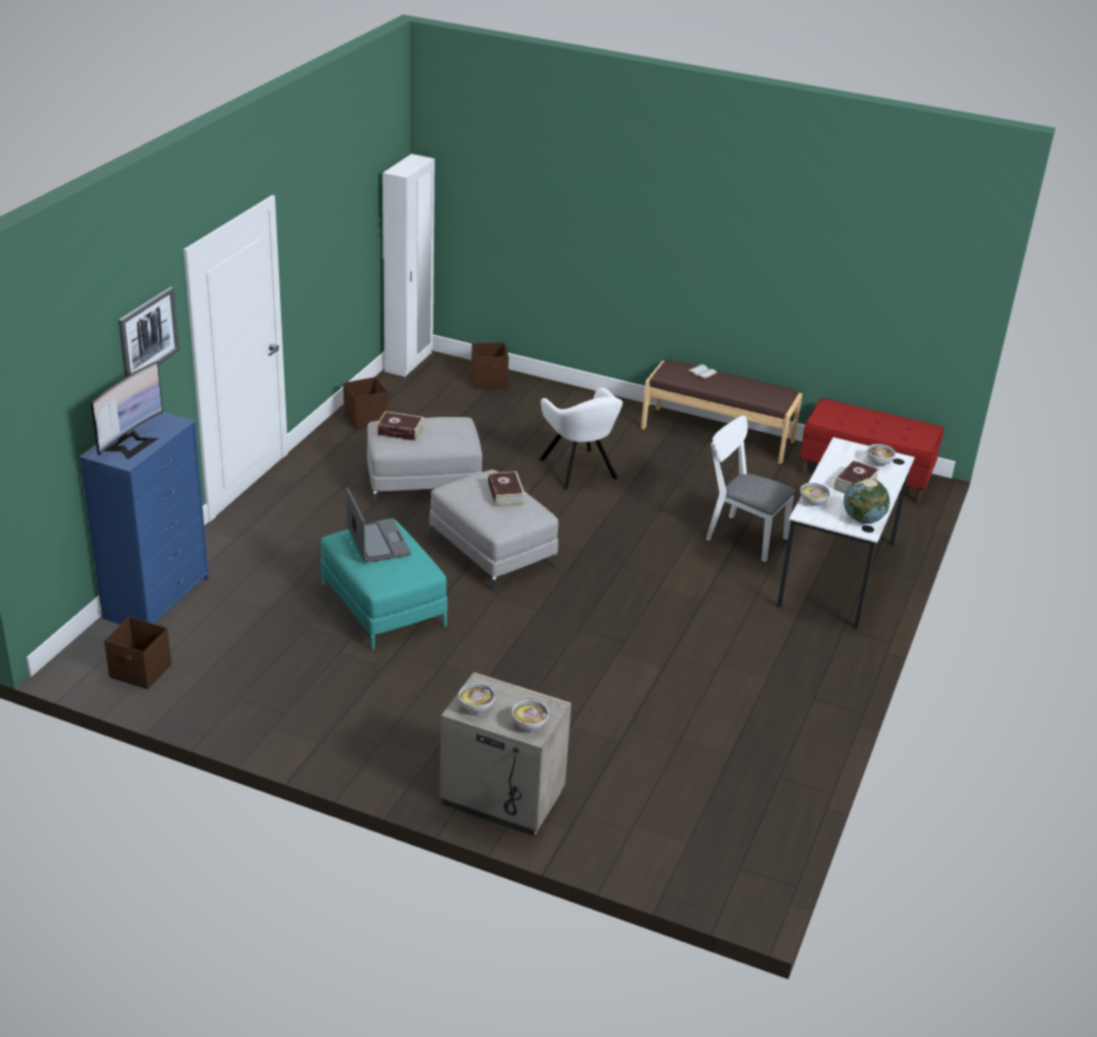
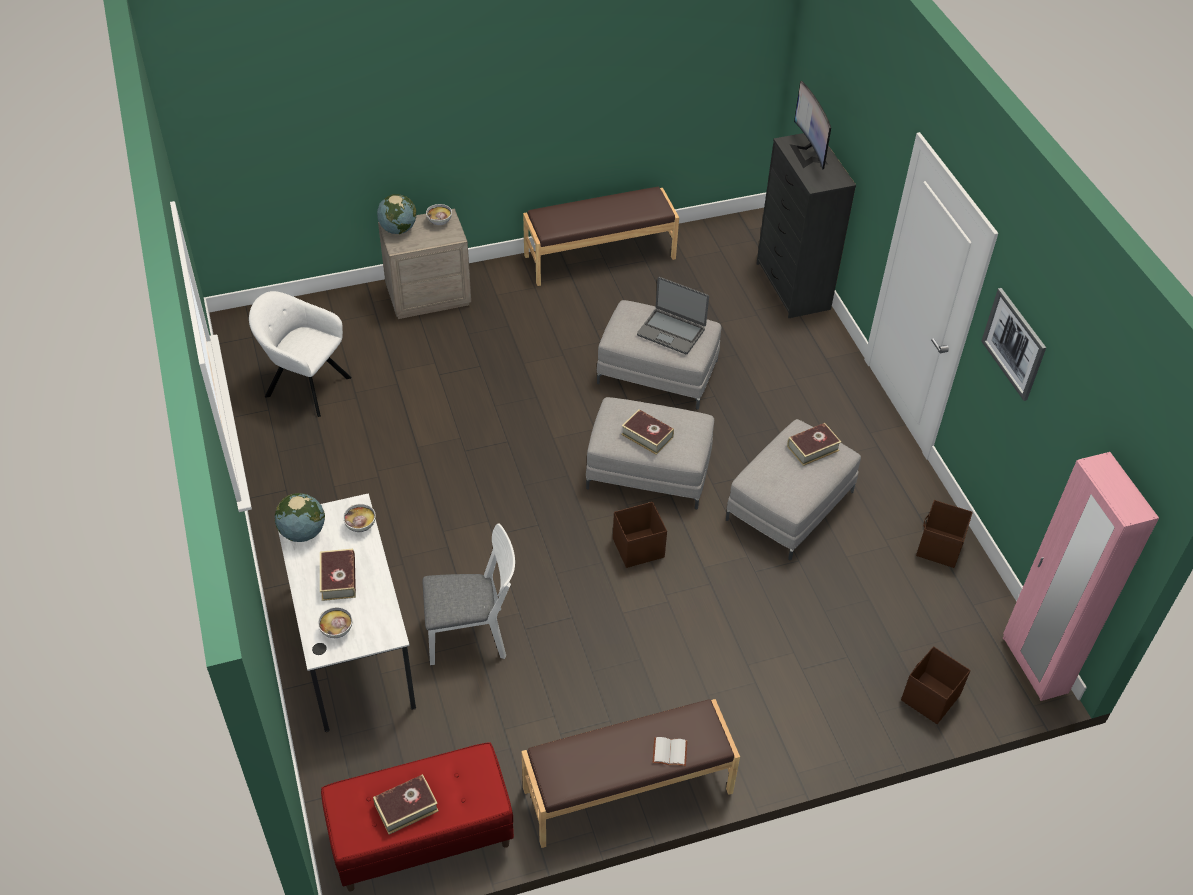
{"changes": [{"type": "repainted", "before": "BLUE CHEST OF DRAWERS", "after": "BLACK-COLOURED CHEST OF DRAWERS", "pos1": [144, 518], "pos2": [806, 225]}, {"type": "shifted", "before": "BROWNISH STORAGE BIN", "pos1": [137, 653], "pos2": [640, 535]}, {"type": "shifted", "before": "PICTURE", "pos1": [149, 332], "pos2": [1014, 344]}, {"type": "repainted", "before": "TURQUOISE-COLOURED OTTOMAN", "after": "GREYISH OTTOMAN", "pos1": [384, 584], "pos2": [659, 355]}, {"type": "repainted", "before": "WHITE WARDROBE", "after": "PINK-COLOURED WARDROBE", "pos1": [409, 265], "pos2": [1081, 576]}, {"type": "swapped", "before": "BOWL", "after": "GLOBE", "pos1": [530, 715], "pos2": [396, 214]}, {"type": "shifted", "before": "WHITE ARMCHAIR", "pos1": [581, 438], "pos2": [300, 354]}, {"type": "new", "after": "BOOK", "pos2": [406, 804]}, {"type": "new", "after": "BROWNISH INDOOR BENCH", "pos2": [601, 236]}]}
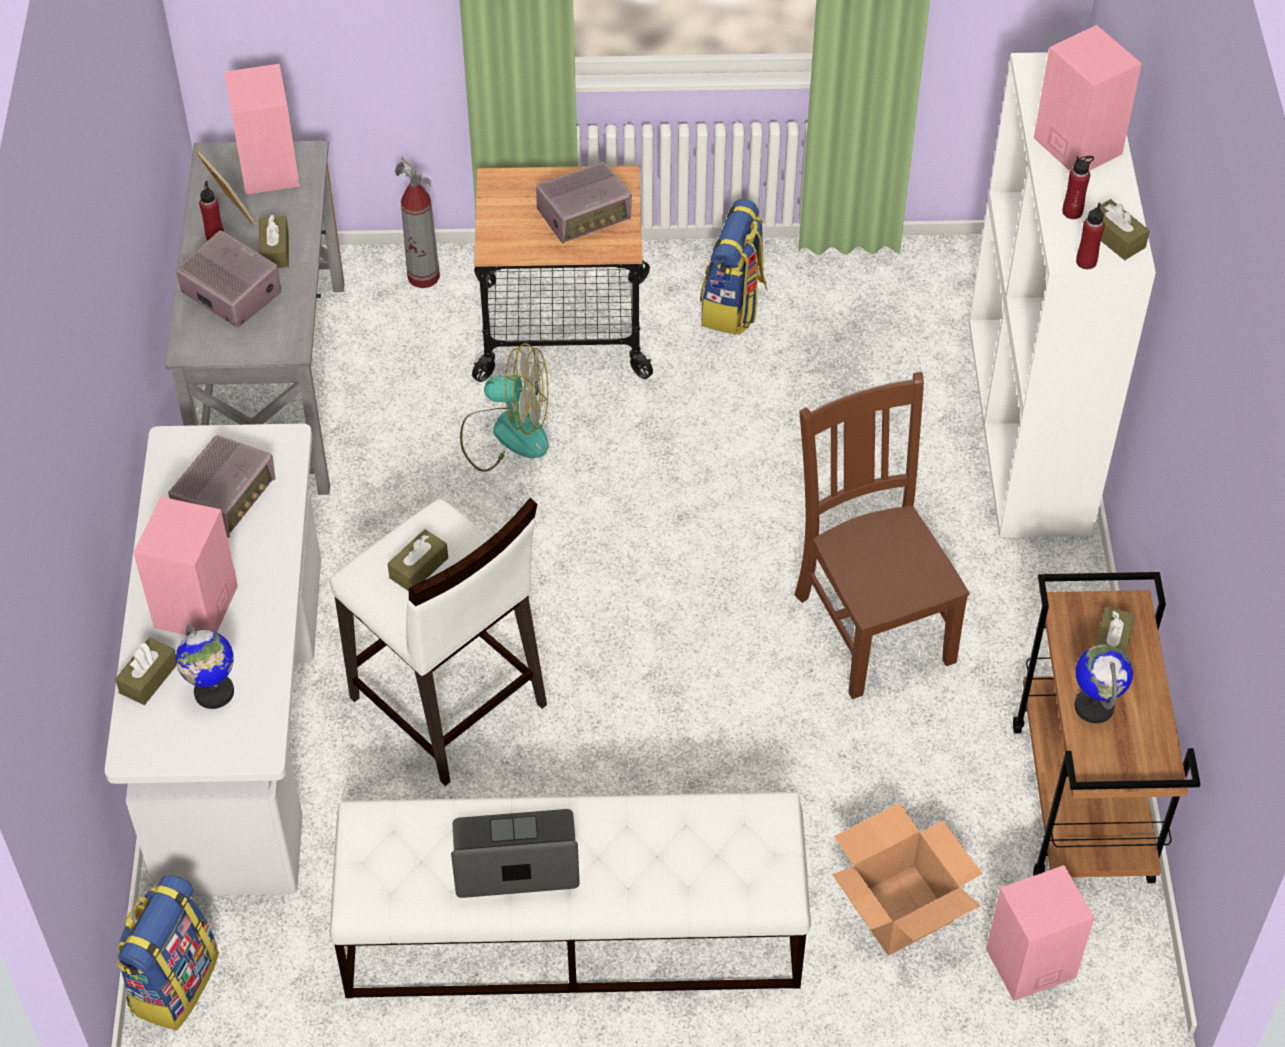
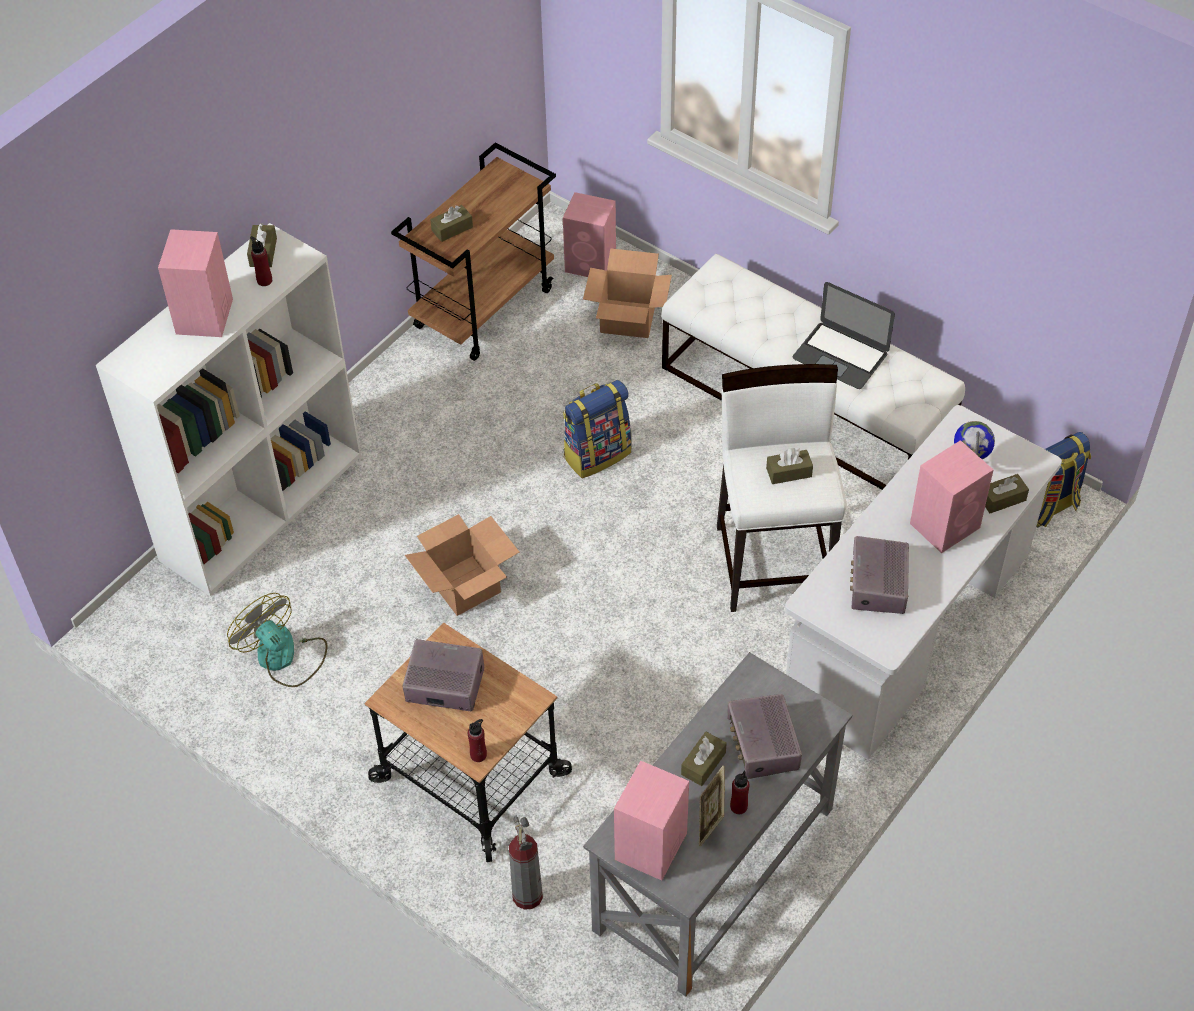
{"changes": [{"type": "rotated", "before": "RADIO", "pos1": [221, 486], "pos2": [879, 575], "turn": -60}, {"type": "shifted", "before": "COOLING FAN", "pos1": [504, 407], "pos2": [277, 640]}, {"type": "shifted", "before": "KNAPSACK", "pos1": [733, 267], "pos2": [597, 429]}, {"type": "gone", "before": "BROWNISH PLAIN CHAIR", "pos1": [881, 535]}, {"type": "gone", "before": "GLOBE", "pos1": [1104, 683]}, {"type": "shifted", "before": "RED-COLOURED BEVERAGE BOTTLE", "pos1": [1090, 236], "pos2": [477, 740]}, {"type": "new", "after": "CARDBOARD BOX", "pos2": [462, 565]}]}
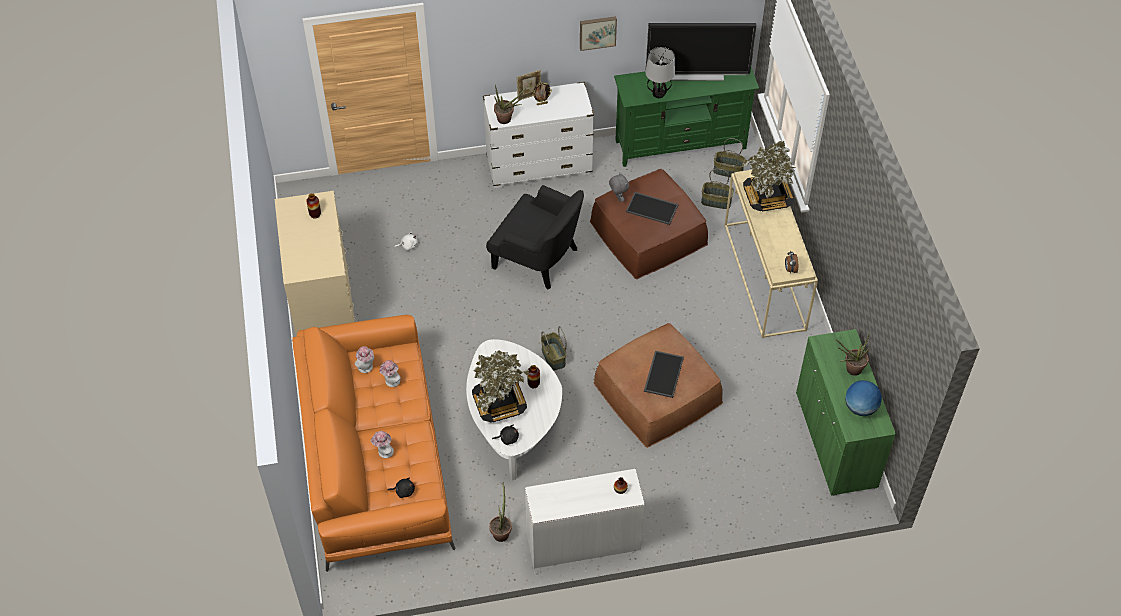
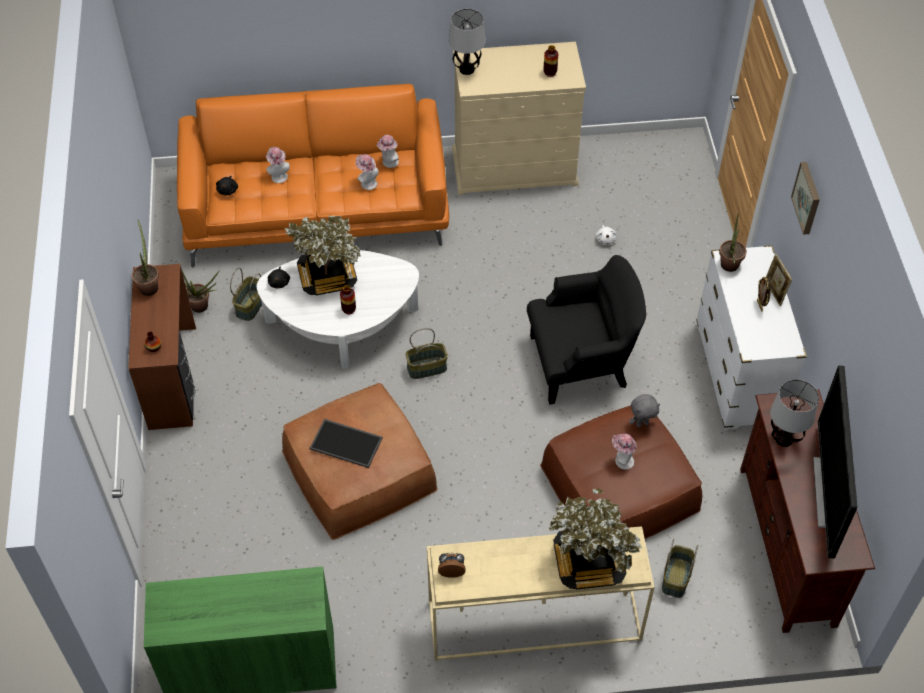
{"changes": [{"type": "rotated", "before": "BLACK-COLOURED ARMCHAIR", "pos1": [535, 237], "pos2": [586, 329], "turn": -135}, {"type": "repainted", "before": "WHITE DESK", "after": "BROWNISH DESK", "pos1": [585, 519], "pos2": [162, 347]}, {"type": "shifted", "before": "PICTURE", "pos1": [598, 33], "pos2": [805, 198]}, {"type": "repainted", "before": "GREEN-COLOURED TV STAND", "after": "BROWNISH TV STAND", "pos1": [686, 117], "pos2": [807, 511]}, {"type": "swapped", "before": "CARRYING TRAY", "after": "WEARABLE HAT", "pos1": [652, 208], "pos2": [624, 452]}, {"type": "shifted", "before": "BASKET", "pos1": [729, 157], "pos2": [246, 294]}, {"type": "shifted", "before": "HOUSEPLANT", "pos1": [853, 354], "pos2": [145, 258]}, {"type": "gone", "before": "GLOBE", "pos1": [863, 398]}, {"type": "new", "after": "TABLE LAMP", "pos2": [467, 42]}]}
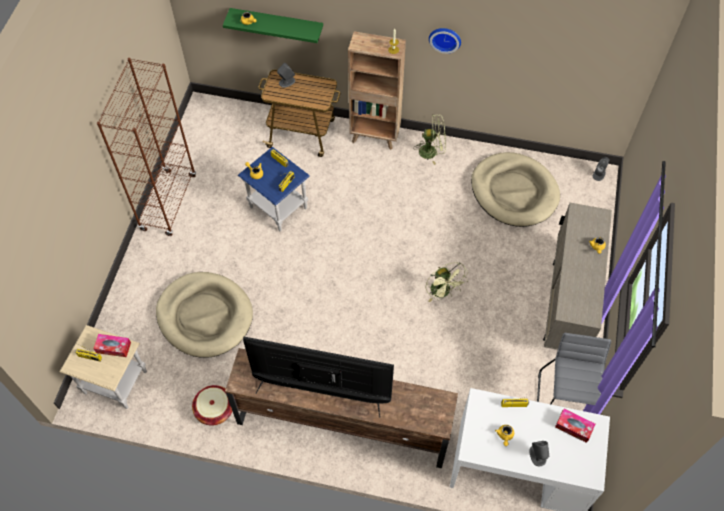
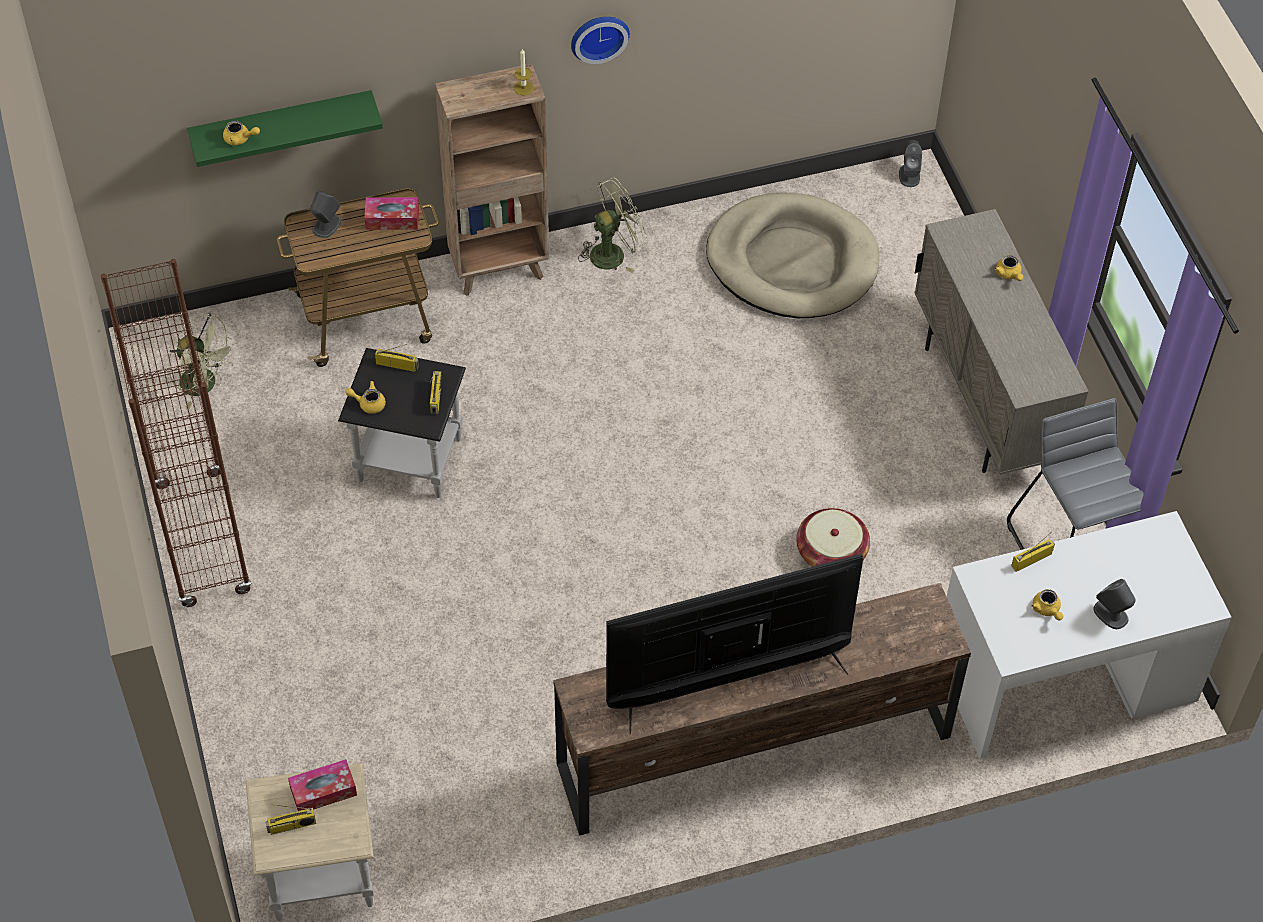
{"changes": [{"type": "gone", "before": "BEIGE DOG BED", "pos1": [204, 315]}, {"type": "shifted", "before": "BASKET", "pos1": [212, 405], "pos2": [833, 537]}, {"type": "repainted", "before": "BLUE ACCENT TABLE", "after": "BLACK-COLOURED ACCENT TABLE", "pos1": [274, 189], "pos2": [402, 423]}, {"type": "shifted", "before": "GREEN-COLOURED COOLING FAN", "pos1": [446, 282], "pos2": [202, 361]}, {"type": "shifted", "before": "TISSUE HOLDER", "pos1": [575, 426], "pos2": [391, 213]}]}
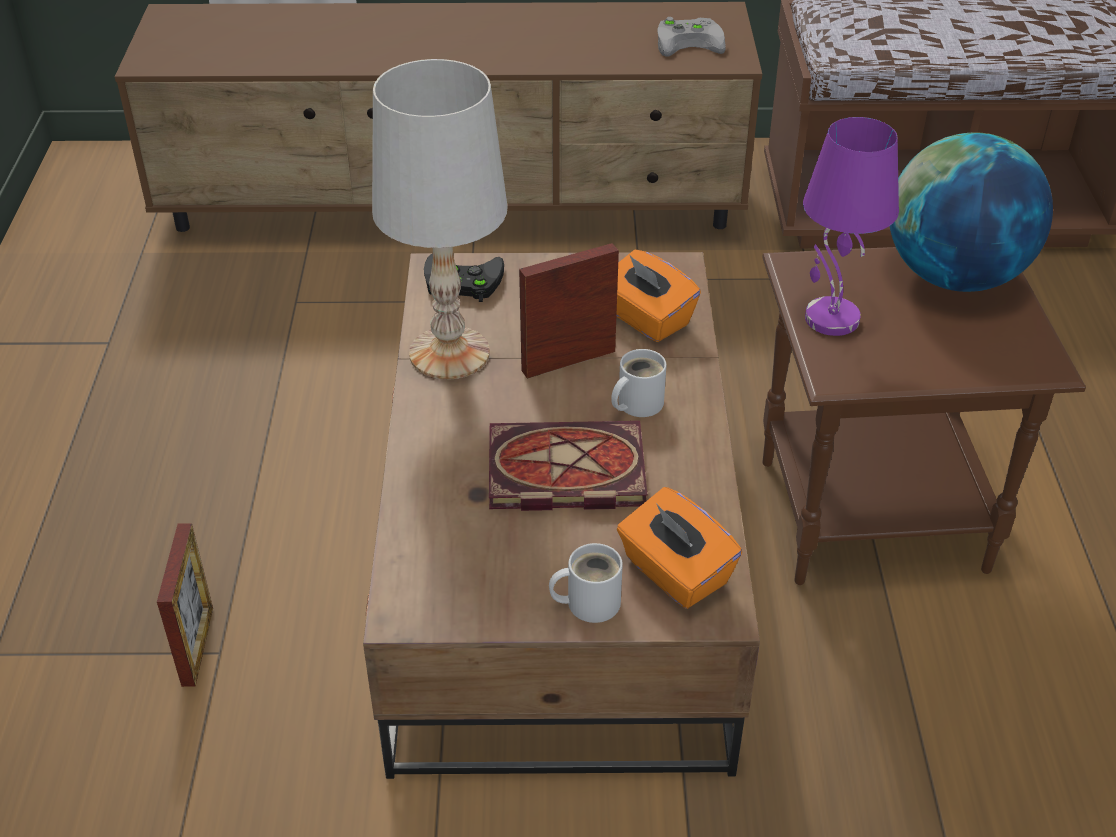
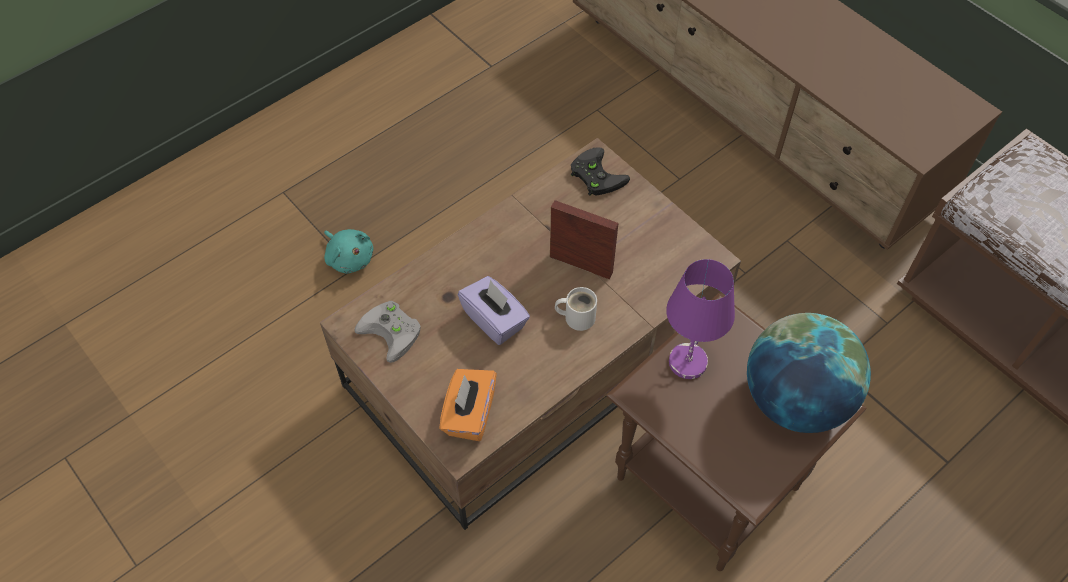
{"changes": [{"type": "swapped", "before": "PHOTO FRAME", "after": "TURQUOISE-COLOURED CUDDLY TOY", "pos1": [185, 605], "pos2": [348, 251]}, {"type": "gone", "before": "WHITE TABLE LAMP", "pos1": [440, 219]}, {"type": "swapped", "before": "BOOK", "after": "PURPLE-COLOURED TISSUE HOLDER", "pos1": [568, 466], "pos2": [494, 310]}, {"type": "gone", "before": "WHITE COFFEE MUG", "pos1": [586, 583]}, {"type": "gone", "before": "ORANGE-COLOURED TISSUE HOLDER", "pos1": [658, 296]}, {"type": "shifted", "before": "GREYISH GAME CONTROLLER", "pos1": [691, 37], "pos2": [388, 332]}]}
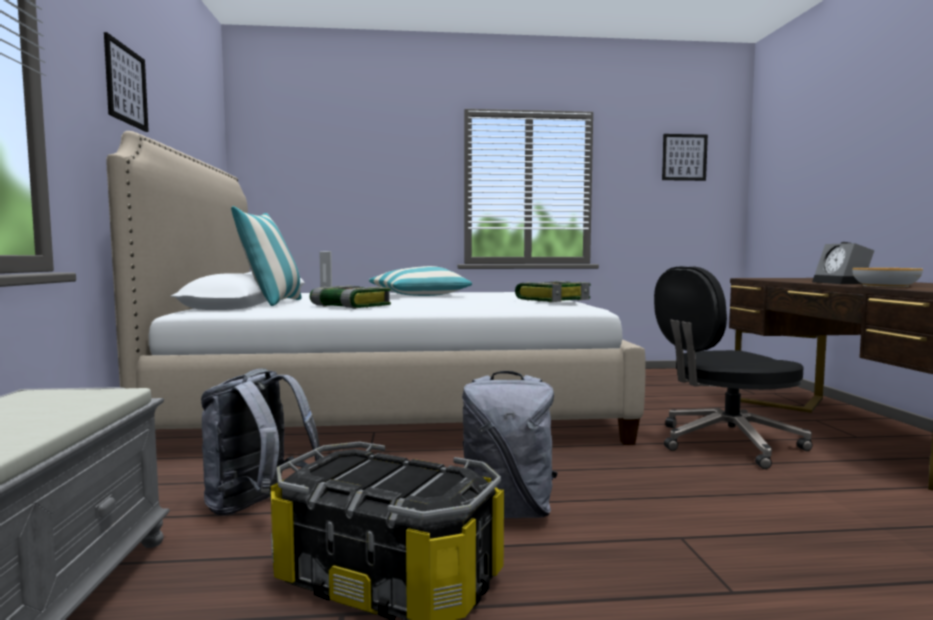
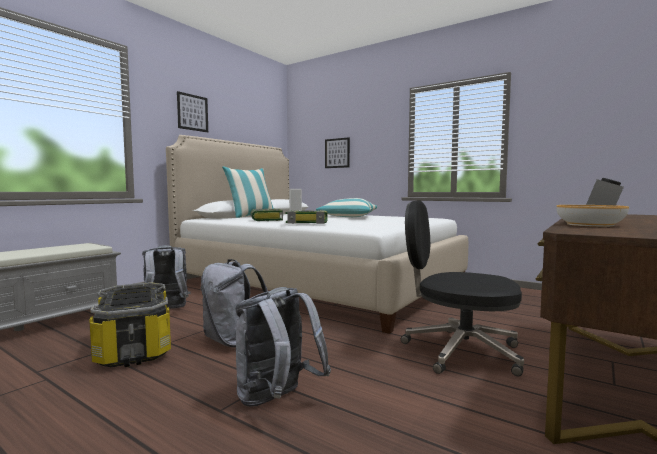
{"changes": [{"type": "shifted", "before": "BOOK", "pos1": [553, 291], "pos2": [307, 217]}, {"type": "shifted", "before": "PICTURE", "pos1": [685, 157], "pos2": [337, 152]}, {"type": "new", "after": "GREYISH KNAPSACK", "pos2": [283, 347]}]}
